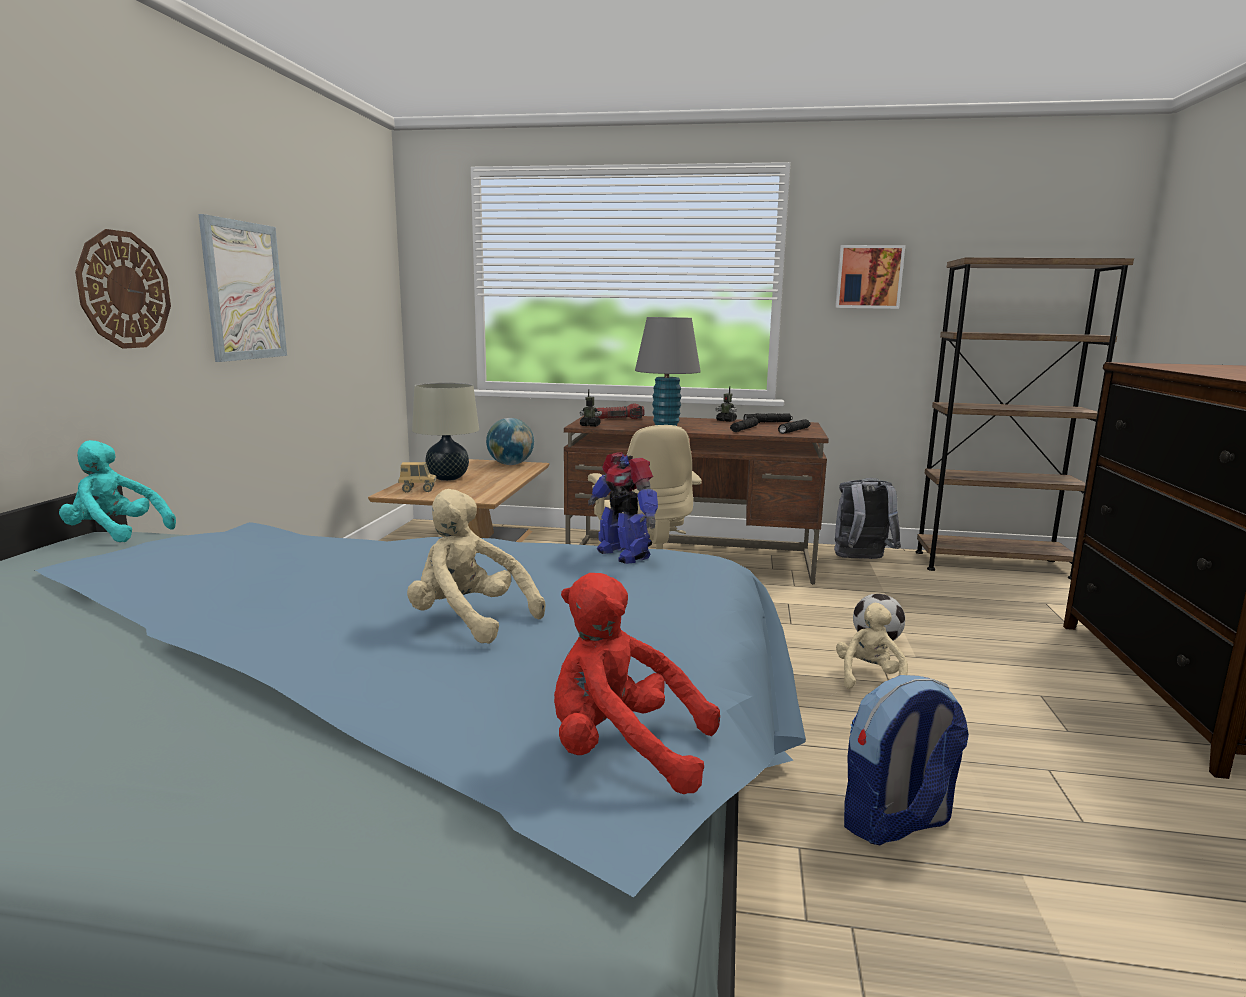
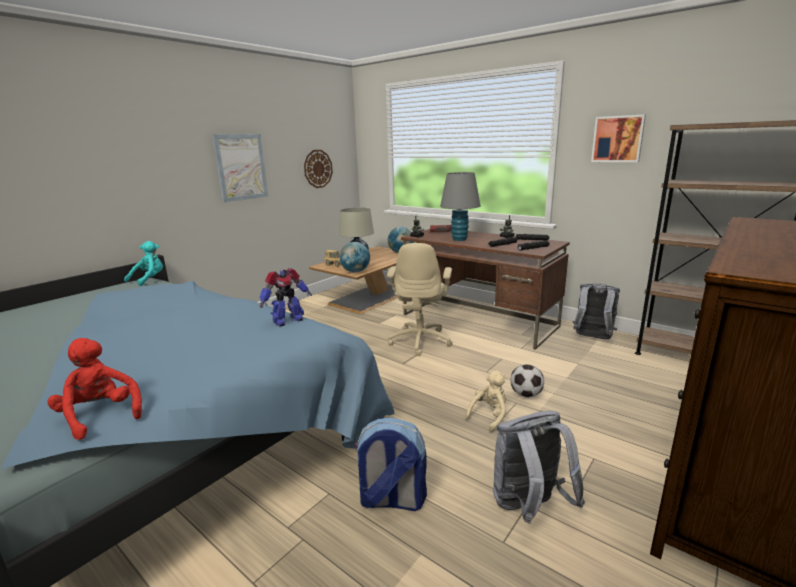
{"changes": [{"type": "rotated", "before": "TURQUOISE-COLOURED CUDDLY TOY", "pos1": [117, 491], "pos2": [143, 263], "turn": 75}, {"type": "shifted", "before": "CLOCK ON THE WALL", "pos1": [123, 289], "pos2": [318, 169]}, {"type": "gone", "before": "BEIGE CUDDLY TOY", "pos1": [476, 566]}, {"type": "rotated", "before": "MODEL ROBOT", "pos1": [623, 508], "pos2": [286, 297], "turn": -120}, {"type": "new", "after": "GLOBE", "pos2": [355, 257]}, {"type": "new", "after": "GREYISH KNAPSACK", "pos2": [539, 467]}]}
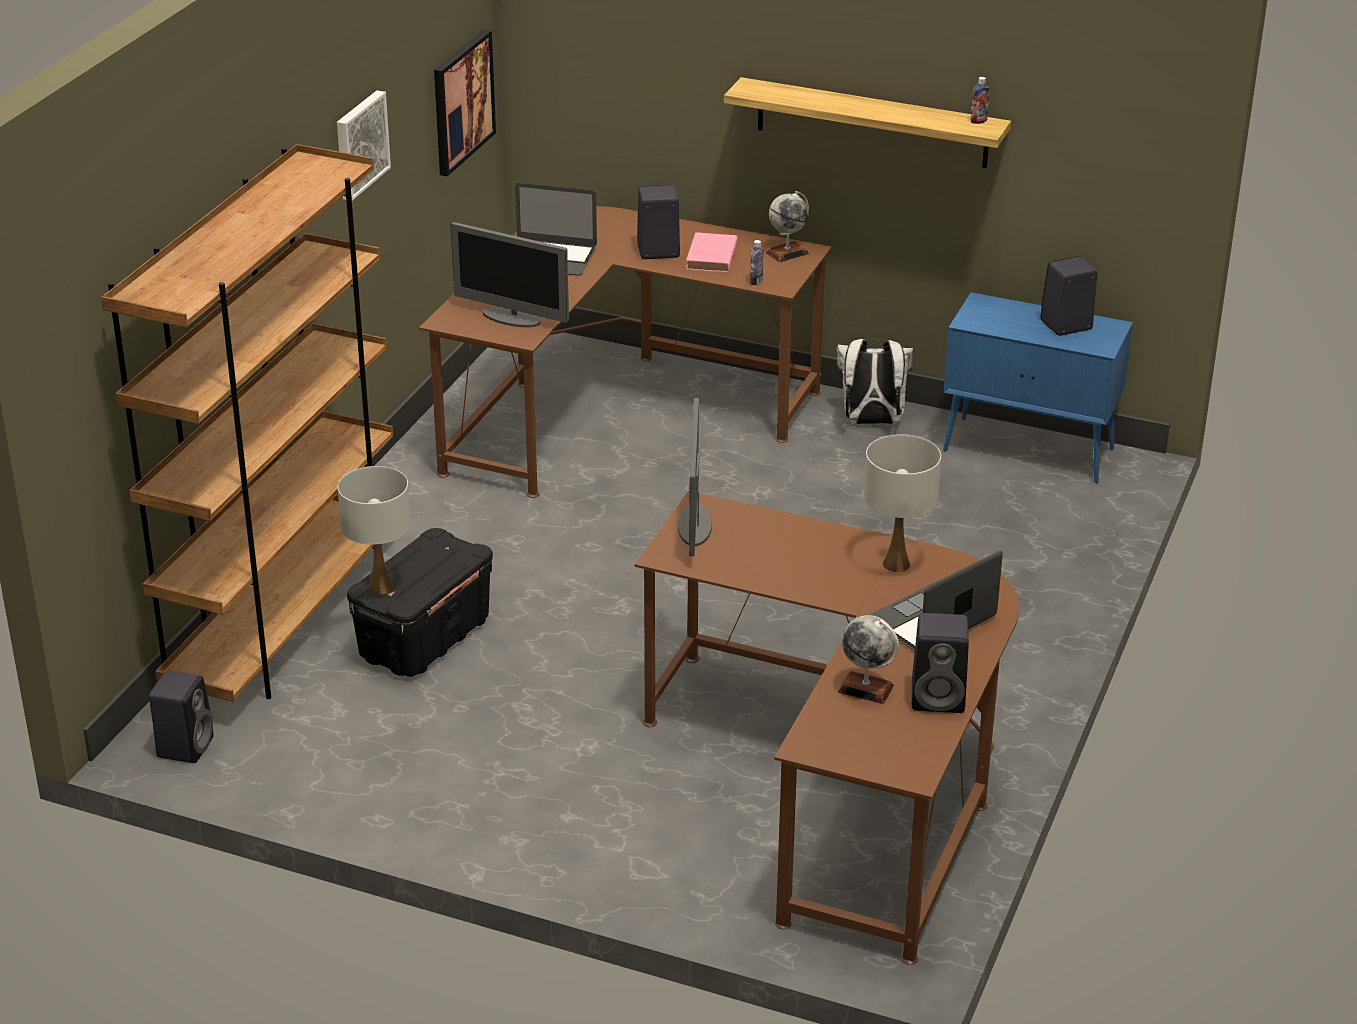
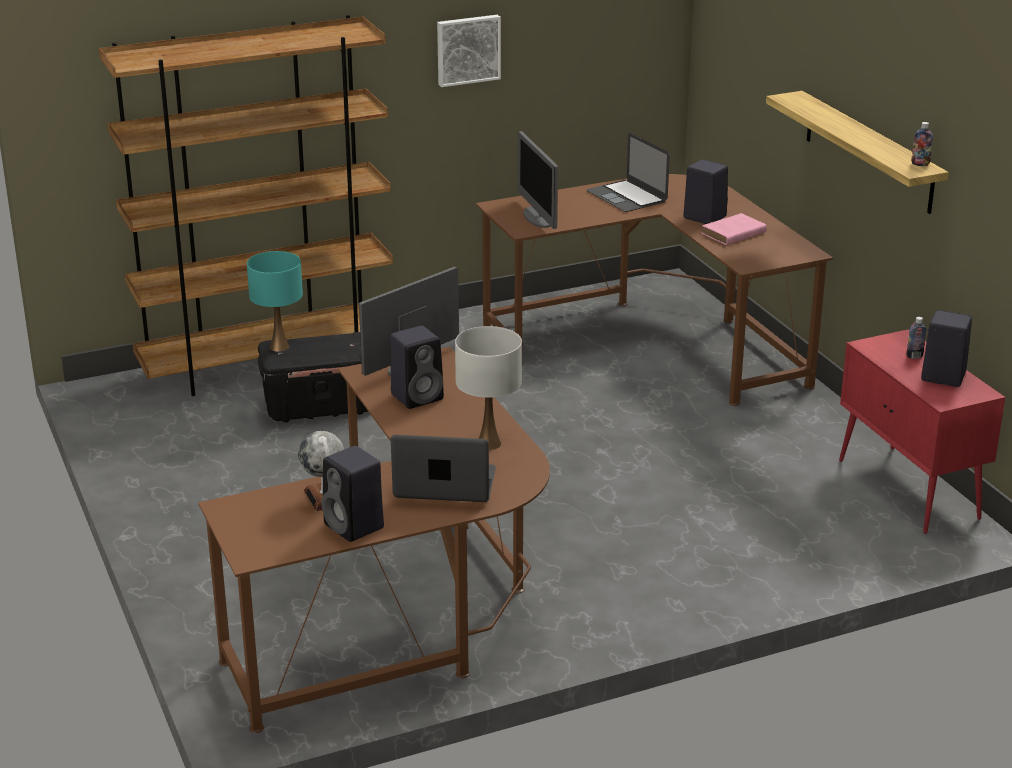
{"changes": [{"type": "shifted", "before": "BLACK-COLOURED AUDIO SPEAKER", "pos1": [181, 717], "pos2": [417, 367]}, {"type": "repainted", "before": "WHITE TABLE LAMP", "after": "TURQUOISE-COLOURED TABLE LAMP", "pos1": [374, 530], "pos2": [275, 301]}, {"type": "gone", "before": "PICTURE", "pos1": [465, 103]}, {"type": "shifted", "before": "BEVERAGE BOTTLE", "pos1": [757, 262], "pos2": [916, 338]}, {"type": "gone", "before": "GLOBE", "pos1": [787, 226]}, {"type": "gone", "before": "WHITE KNAPSACK", "pos1": [875, 381]}, {"type": "repainted", "before": "BLUE STORAGE CABINET", "after": "RED-COLOURED STORAGE CABINET", "pos1": [1038, 387], "pos2": [922, 431]}]}
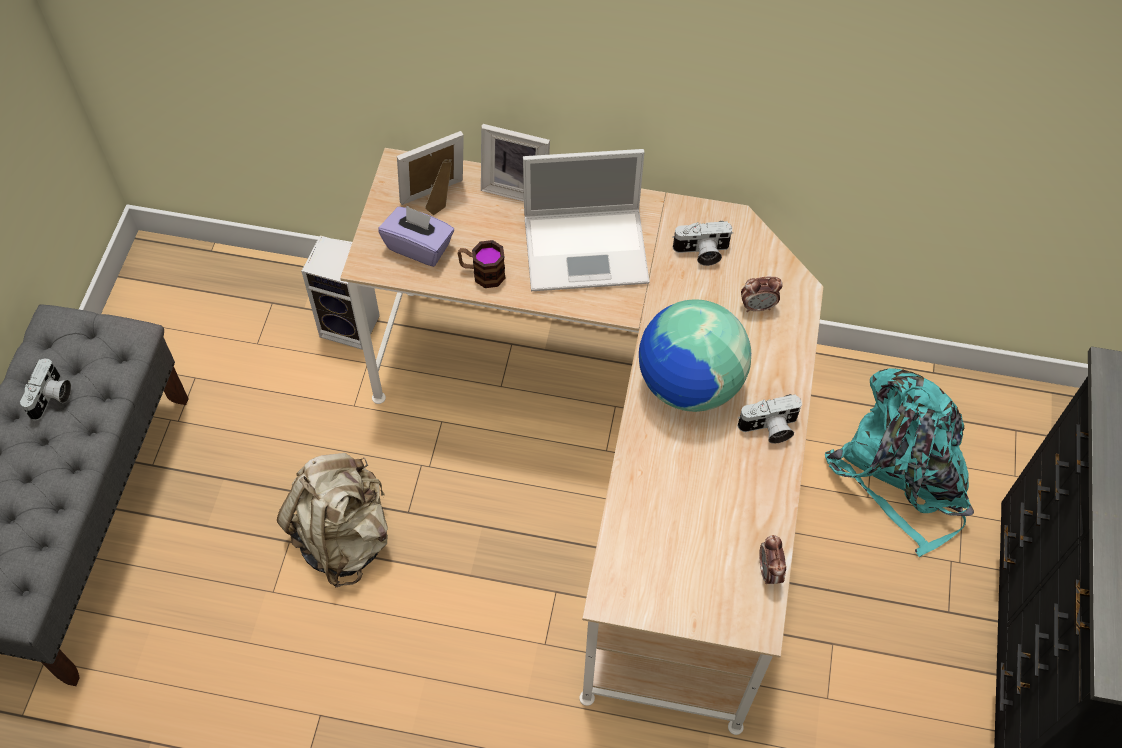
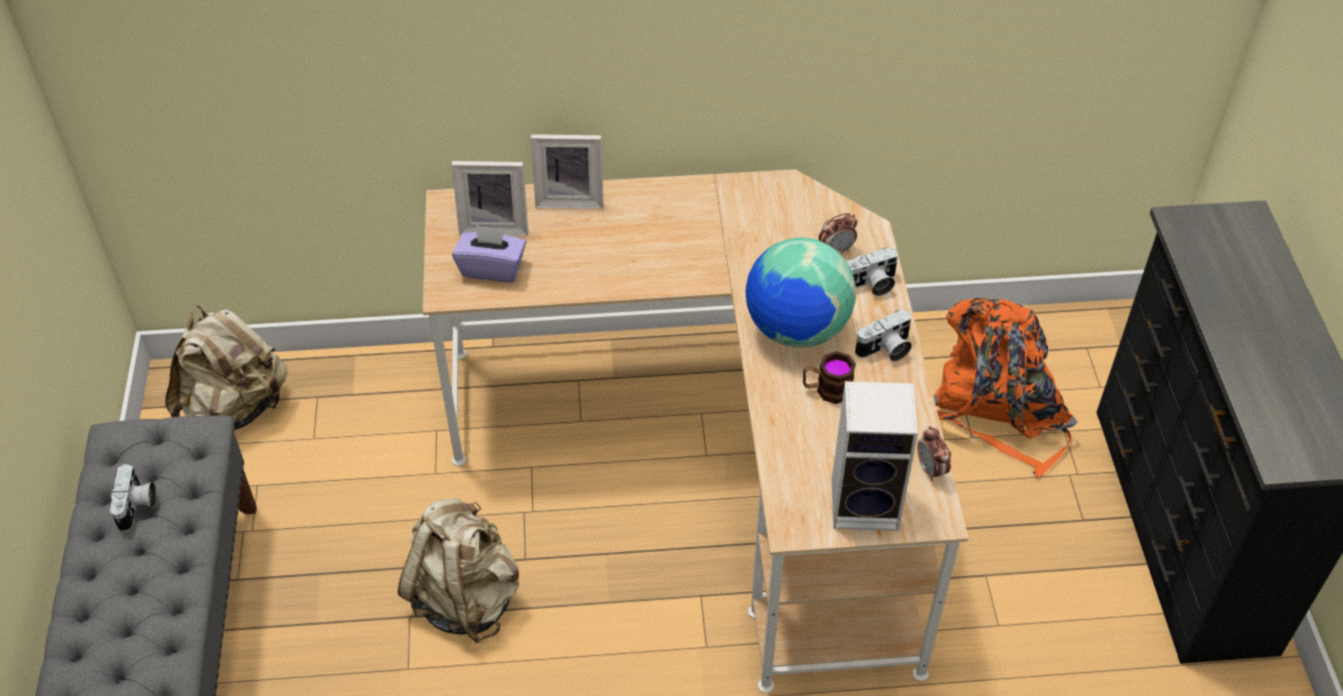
{"changes": [{"type": "shifted", "before": "AUDIO SPEAKER", "pos1": [340, 292], "pos2": [875, 456]}, {"type": "rotated", "before": "PHOTO FRAME", "pos1": [430, 173], "pos2": [490, 198], "turn": -135}, {"type": "shifted", "before": "COFFEE MUG", "pos1": [482, 264], "pos2": [829, 377]}, {"type": "gone", "before": "PORTABLE COMPUTER", "pos1": [586, 220]}, {"type": "shifted", "before": "PHOTO CAMERA", "pos1": [702, 243], "pos2": [872, 271]}, {"type": "repainted", "before": "TURQUOISE-COLOURED KNAPSACK", "after": "ORANGE-COLOURED KNAPSACK", "pos1": [899, 462], "pos2": [1005, 388]}, {"type": "new", "after": "BEIGE KNAPSACK", "pos2": [226, 367]}]}
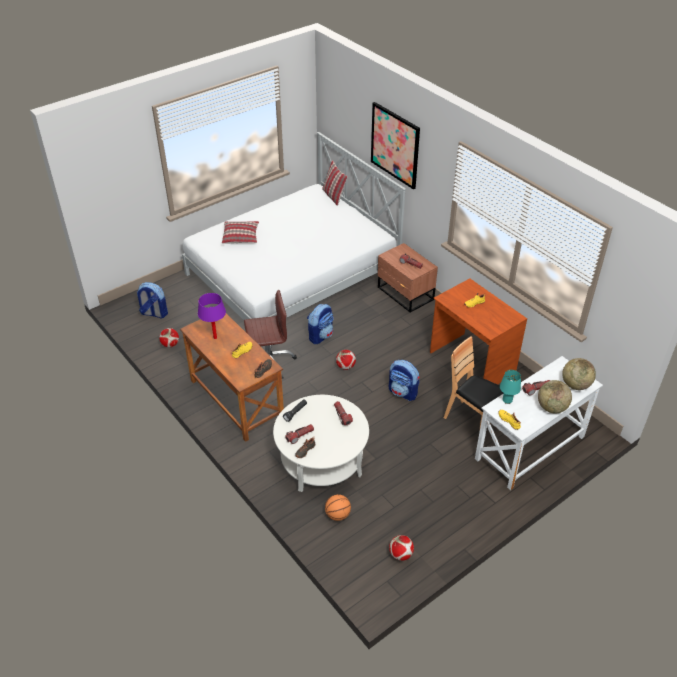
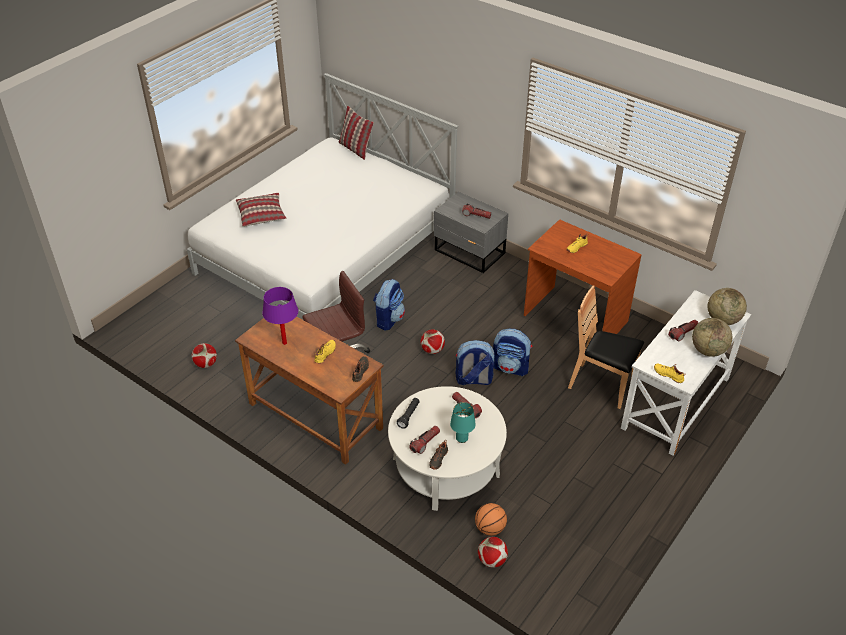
{"changes": [{"type": "shifted", "before": "KNAPSACK", "pos1": [152, 300], "pos2": [475, 362]}, {"type": "gone", "before": "PICTURE", "pos1": [395, 145]}, {"type": "repainted", "before": "BROWNISH BEDSIDE TABLE", "after": "GREYISH BEDSIDE TABLE", "pos1": [407, 277], "pos2": [471, 232]}, {"type": "shifted", "before": "FOOTBALL", "pos1": [401, 548], "pos2": [493, 552]}, {"type": "shifted", "before": "TURQUOISE-COLOURED TABLE LAMP", "pos1": [510, 387], "pos2": [463, 422]}]}
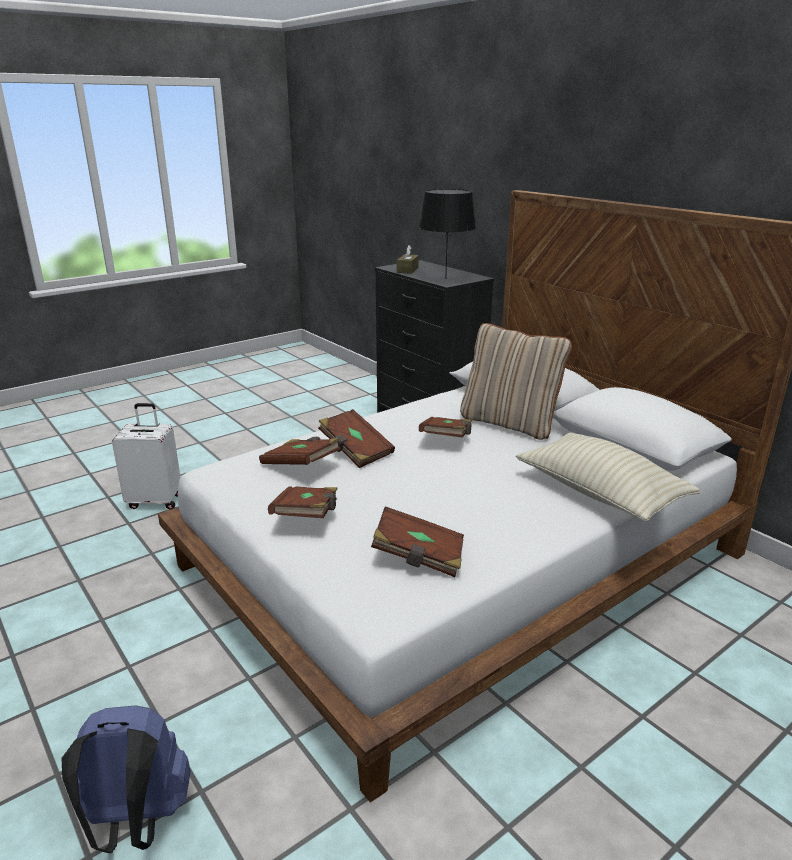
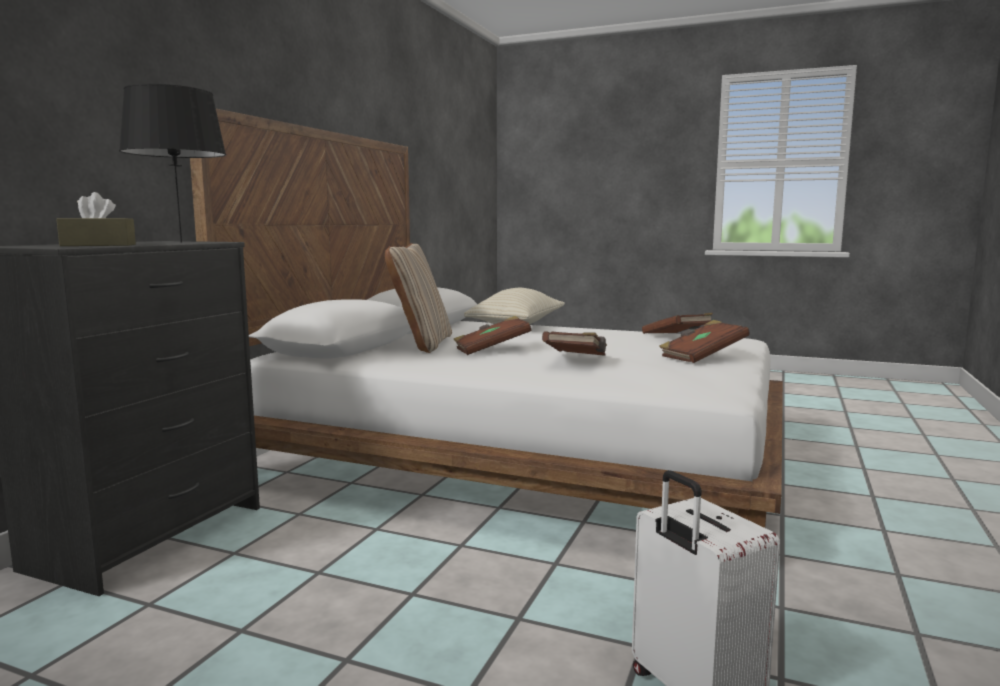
{"changes": [{"type": "gone", "before": "BLUE KNAPSACK", "pos1": [126, 779]}, {"type": "gone", "before": "BROWNISH BOOK", "pos1": [300, 451]}]}
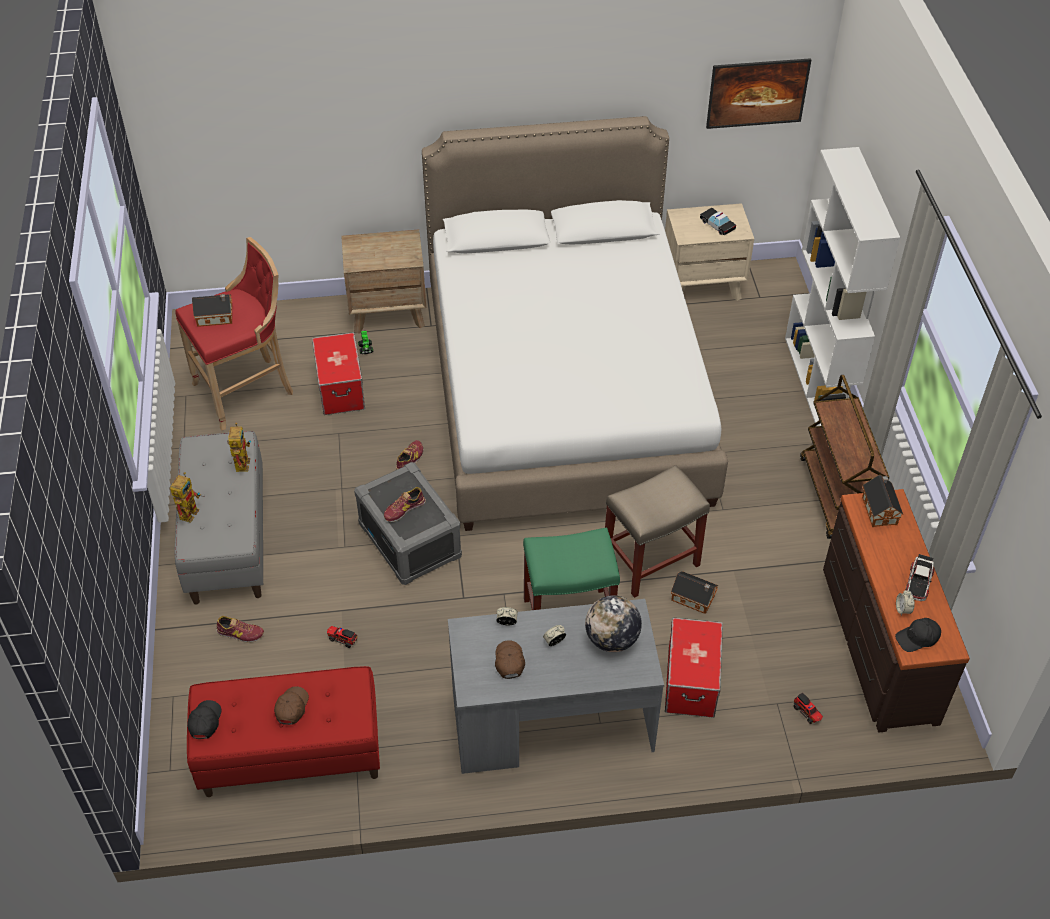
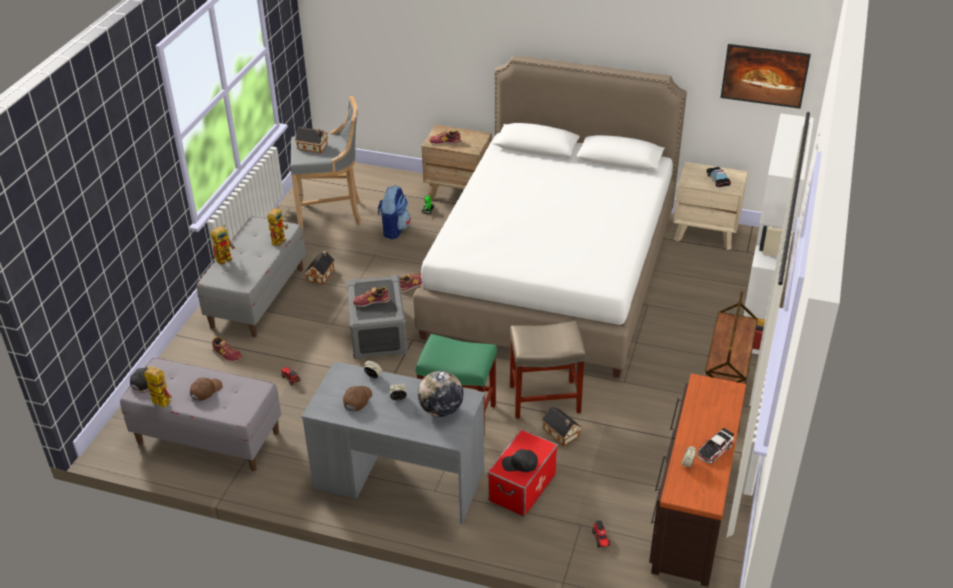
{"changes": [{"type": "repainted", "before": "RED-COLOURED STOOL", "after": "GREYISH STOOL", "pos1": [234, 333], "pos2": [326, 163]}, {"type": "repainted", "before": "RED-COLOURED INDOOR BENCH", "after": "GREYISH INDOOR BENCH", "pos1": [283, 731], "pos2": [200, 414]}, {"type": "swapped", "before": "STORAGE BIN", "after": "KNAPSACK", "pos1": [338, 373], "pos2": [394, 212]}, {"type": "shifted", "before": "MINIATURE HOUSE", "pos1": [882, 501], "pos2": [320, 267]}, {"type": "shifted", "before": "BLACK-COLOURED BASEBALL CAP", "pos1": [918, 635], "pos2": [520, 460]}, {"type": "new", "after": "MODEL ROBOT", "pos2": [155, 387]}, {"type": "new", "after": "LOW SHOE", "pos2": [446, 137]}]}
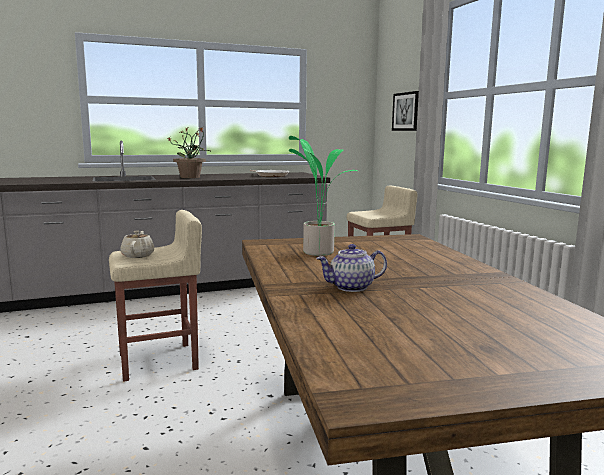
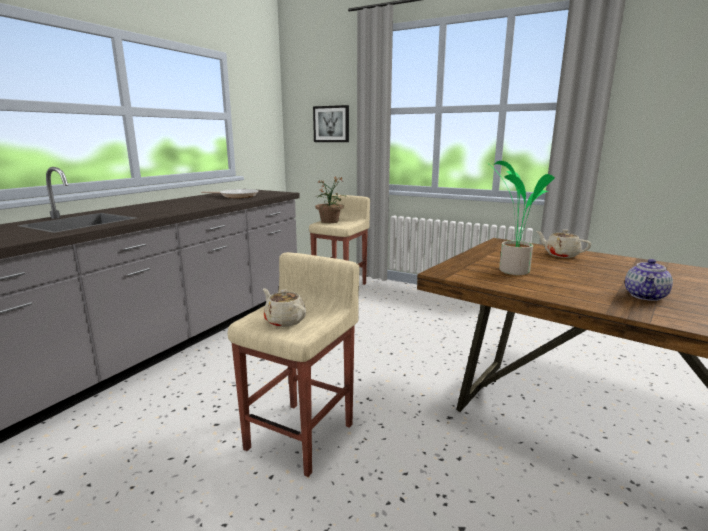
{"changes": [{"type": "shifted", "before": "HOUSEPLANT", "pos1": [189, 152], "pos2": [331, 200]}, {"type": "new", "after": "BEIGE TEAPOT", "pos2": [563, 243]}]}
